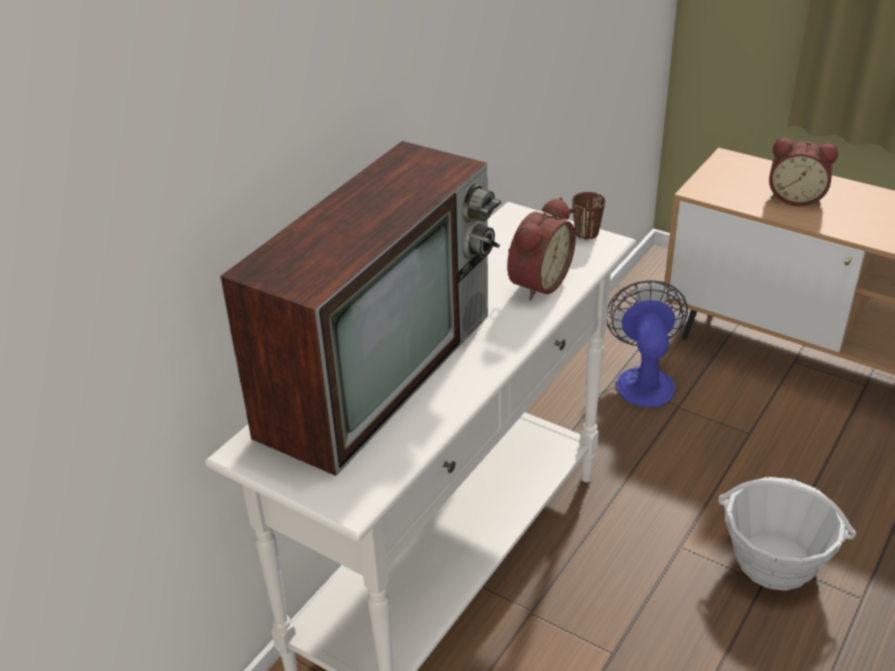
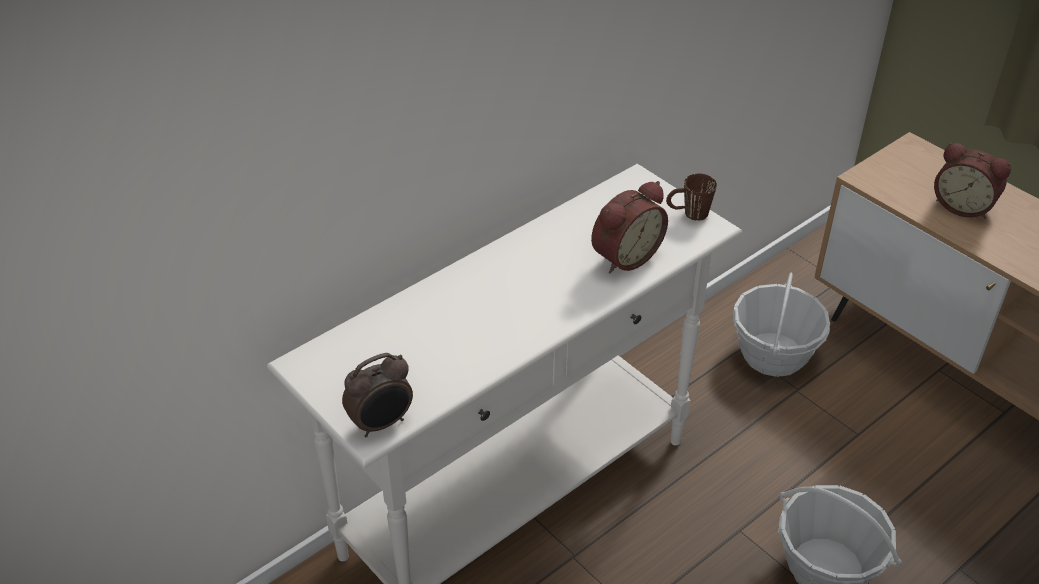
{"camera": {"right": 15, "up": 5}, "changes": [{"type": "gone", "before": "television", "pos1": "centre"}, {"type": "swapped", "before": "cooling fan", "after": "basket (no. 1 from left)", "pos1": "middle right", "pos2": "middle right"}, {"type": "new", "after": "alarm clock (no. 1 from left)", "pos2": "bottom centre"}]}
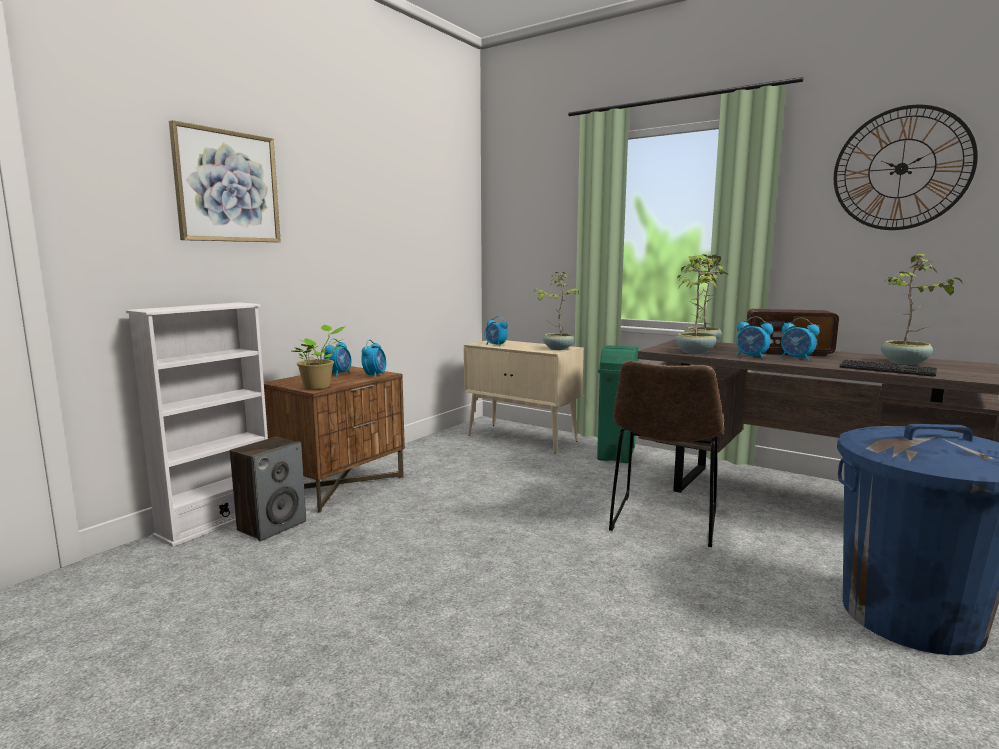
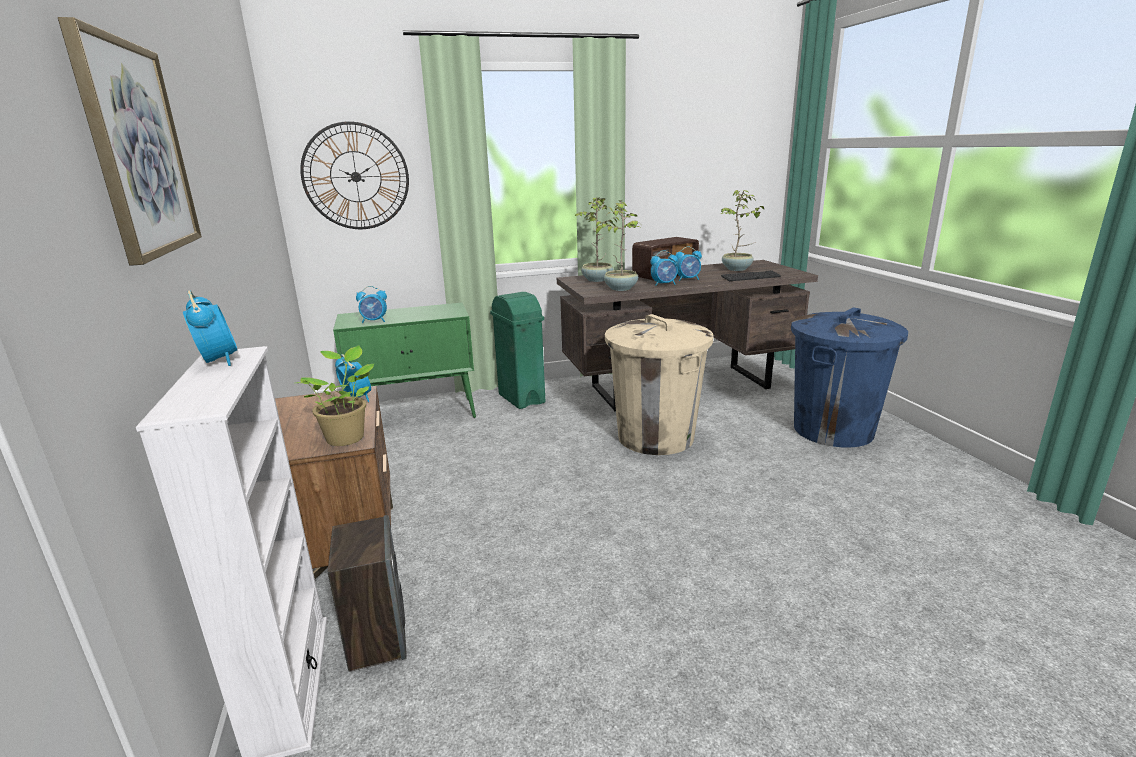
{"camera": {"right": -50, "up": 10}, "changes": [{"type": "shifted", "before": "clock on the wall", "pos1": "top right", "pos2": "top left"}, {"type": "gone", "before": "houseplant (no. 2 from left)", "pos1": "centre"}, {"type": "shifted", "before": "alarm clock (no. 1 from left)", "pos1": "centre", "pos2": "middle left"}, {"type": "repainted", "before": "storage cabinet/sand-coloured", "after": "storage cabinet/green-coloured", "pos1": "centre", "pos2": "centre"}, {"type": "swapped", "before": "plain chair/brownish", "after": "trash can/sand-coloured", "pos1": "middle right", "pos2": "centre"}]}
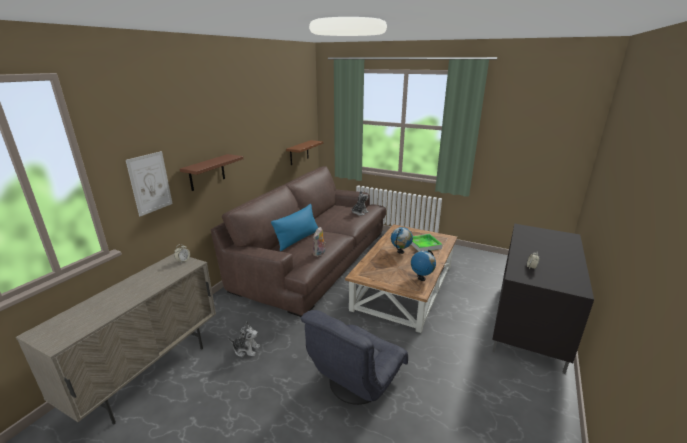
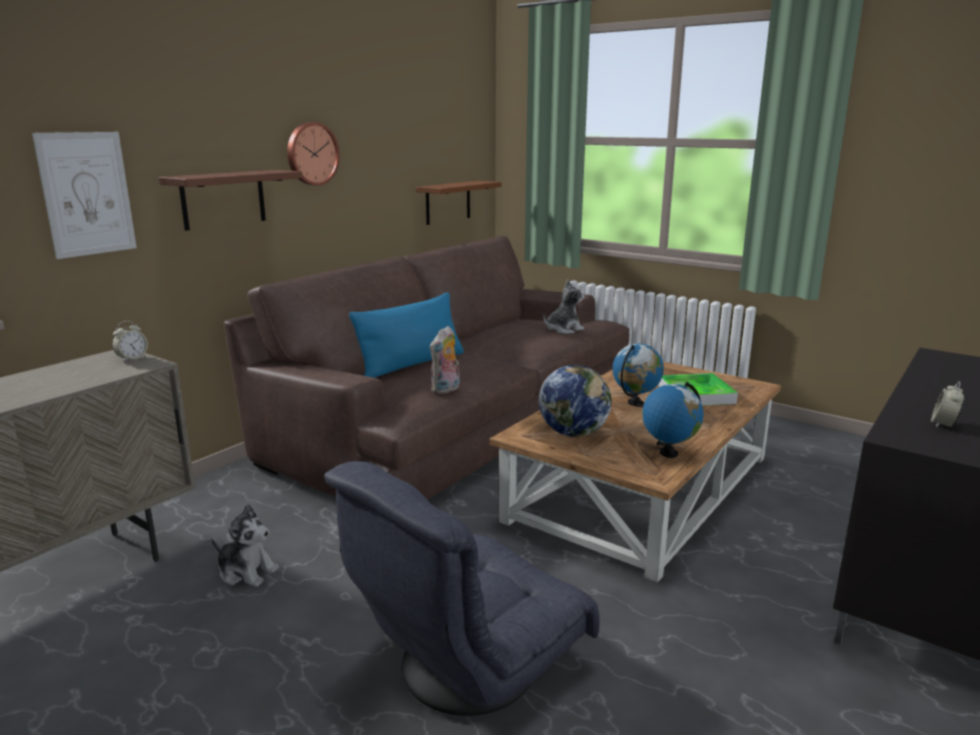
{"camera": {"right": 10, "up": -5}, "changes": [{"type": "new", "after": "clock on the wall", "pos2": "top left"}, {"type": "new", "after": "world globe (no. 1 from left)", "pos2": "centre"}]}
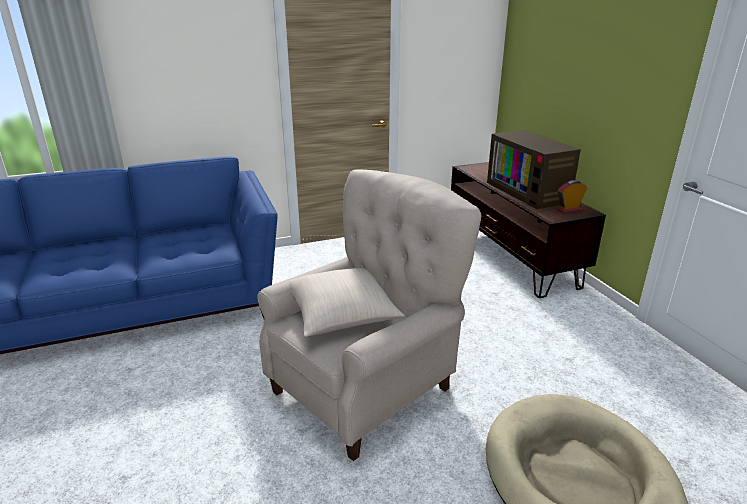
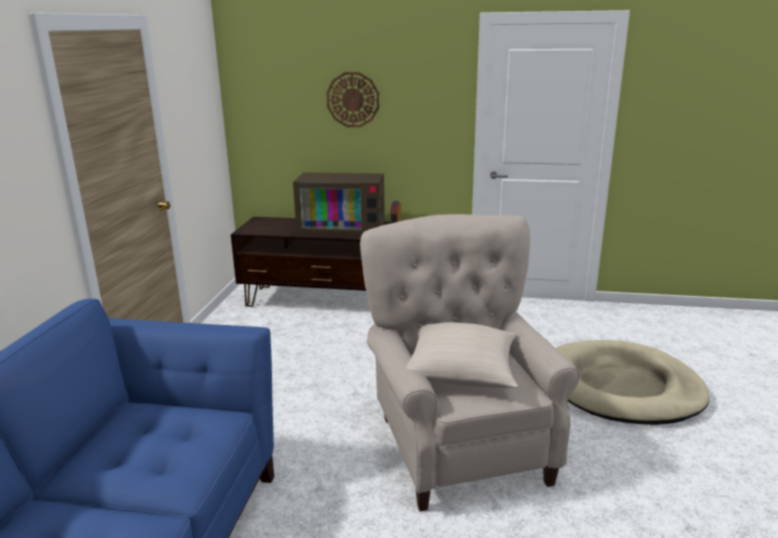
{"camera": {"right": -60, "up": -5}, "changes": [{"type": "new", "after": "clock on the wall", "pos2": "top centre"}]}
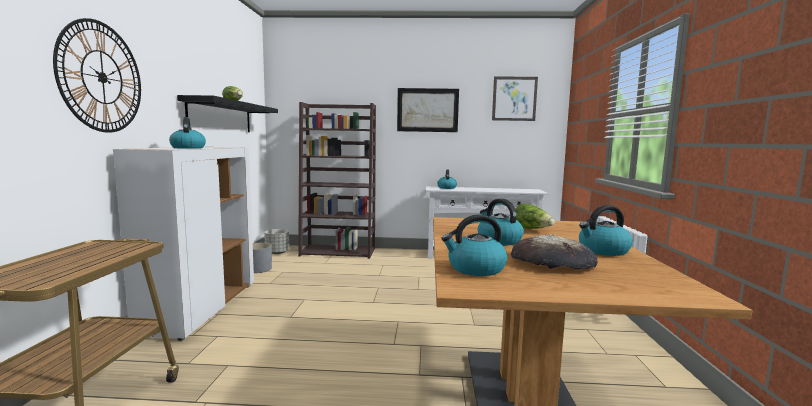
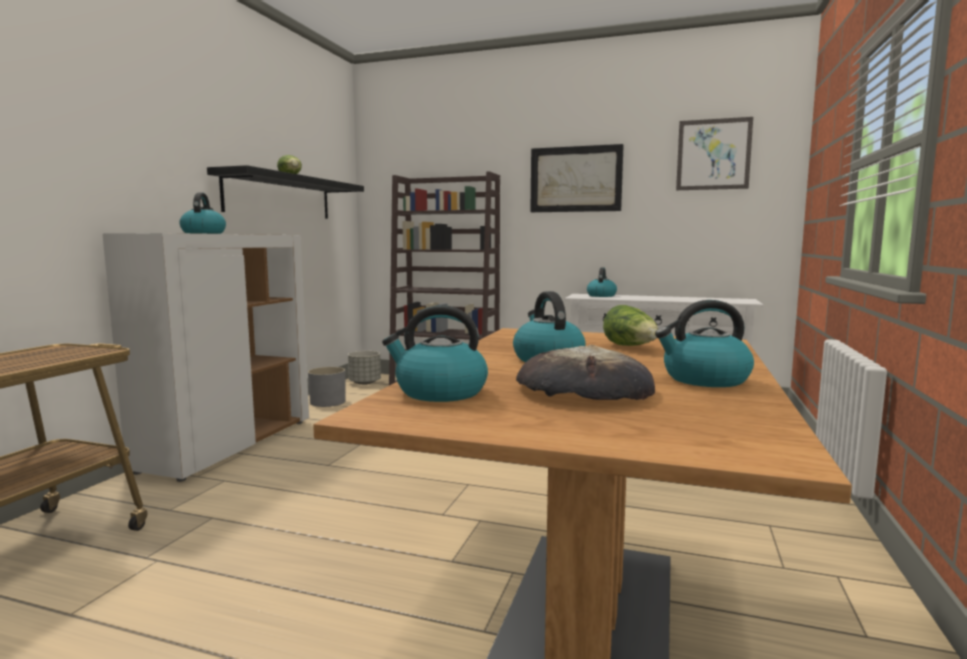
{"camera": {"right": 15, "up": 0}, "changes": [{"type": "gone", "before": "clock on the wall", "pos1": "top left"}]}
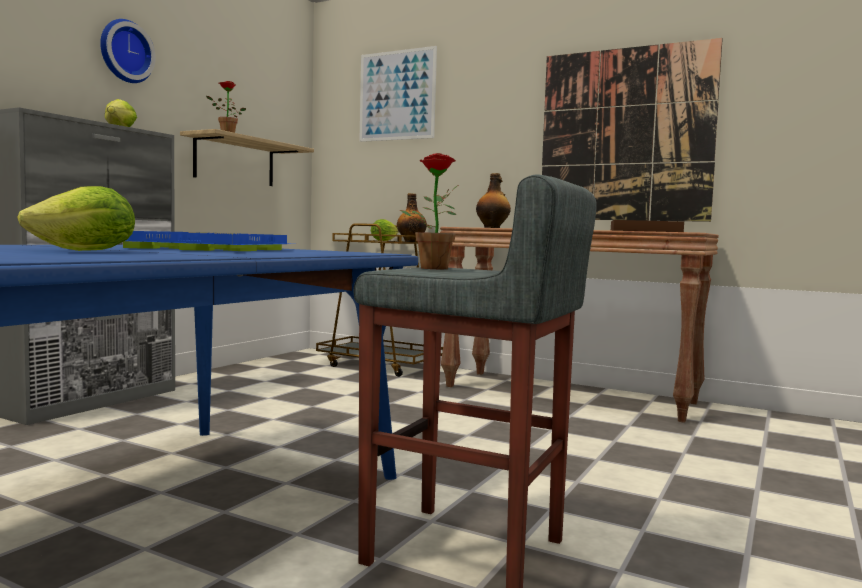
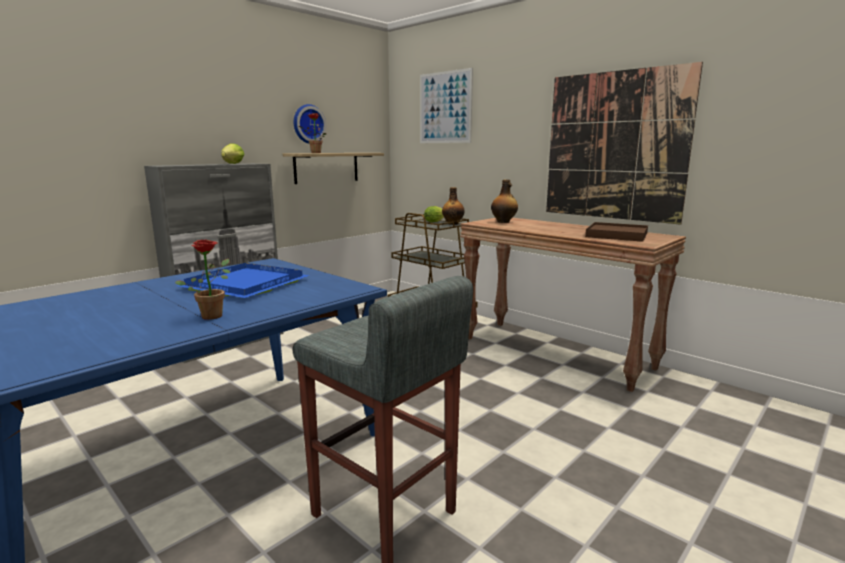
{"camera": {"right": 15, "up": 10}, "changes": [{"type": "shifted", "before": "clock on the wall", "pos1": "top left", "pos2": "top centre"}, {"type": "shifted", "before": "houseplant (no. 2 from left in the first image)", "after": "houseplant (no. 1 from left)", "pos1": "centre", "pos2": "middle left"}, {"type": "gone", "before": "head of lettuce (no. 1 from left)", "pos1": "middle left"}]}
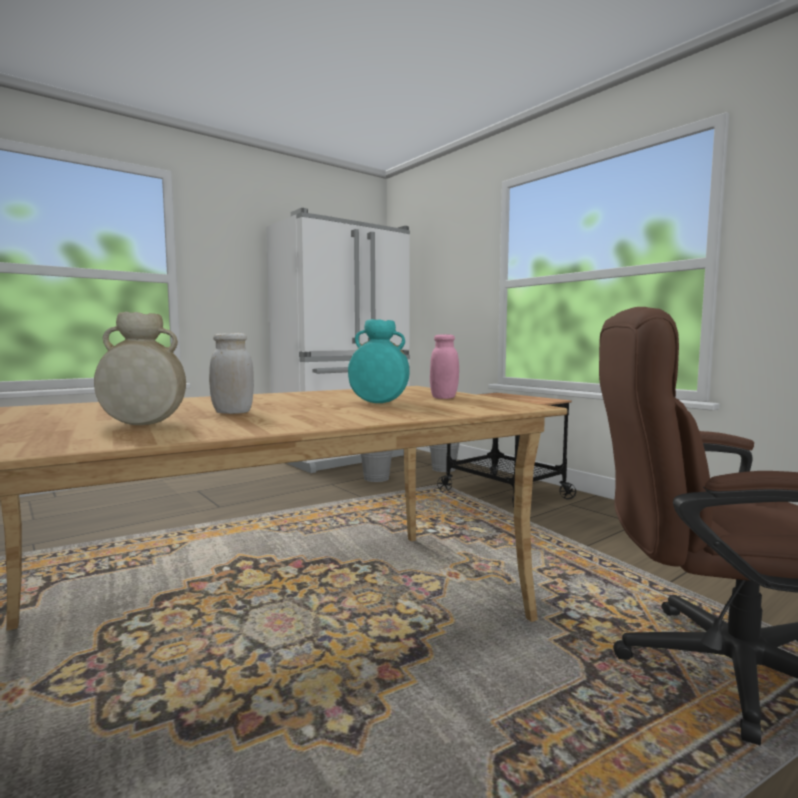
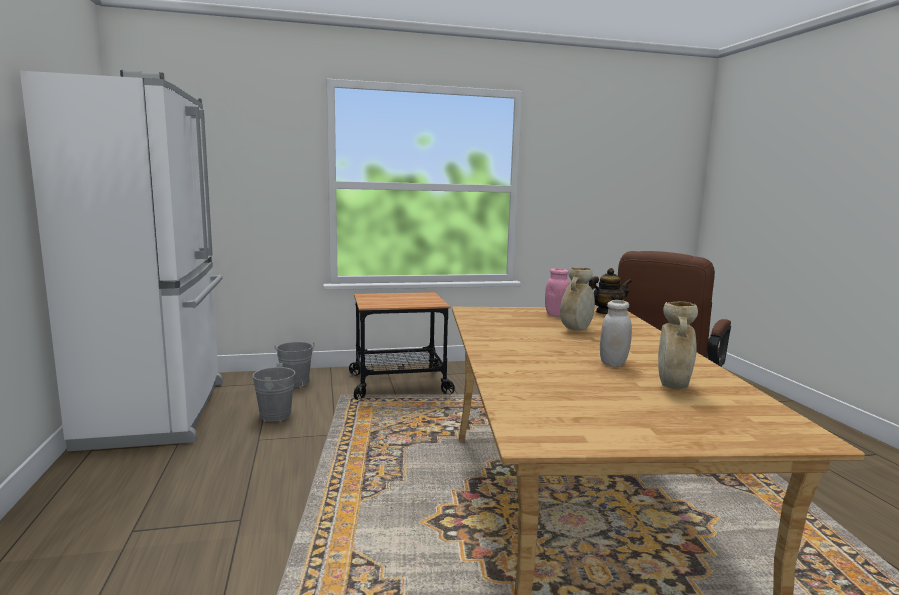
{"camera": {"right": -65, "up": 5}, "changes": [{"type": "repainted", "before": "flower vase/blue-green", "after": "flower vase/sand-coloured (no. 1 from left)", "pos1": "centre", "pos2": "centre"}, {"type": "new", "after": "pot for tea", "pos2": "middle right"}]}
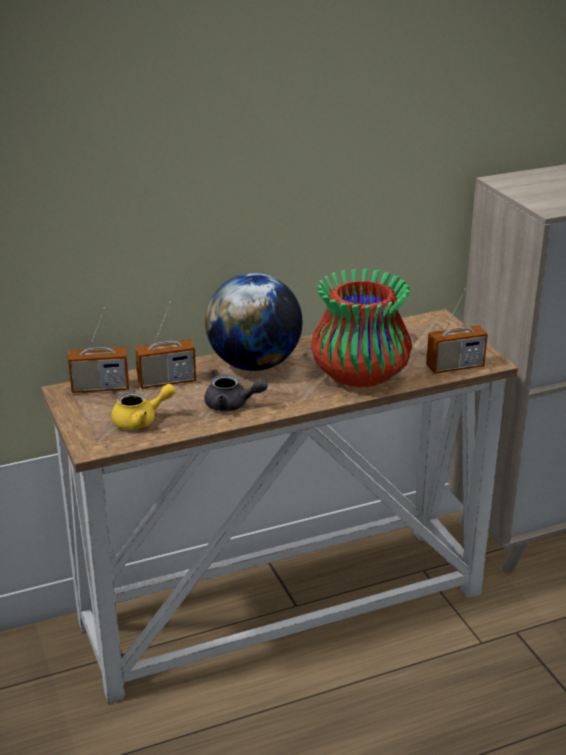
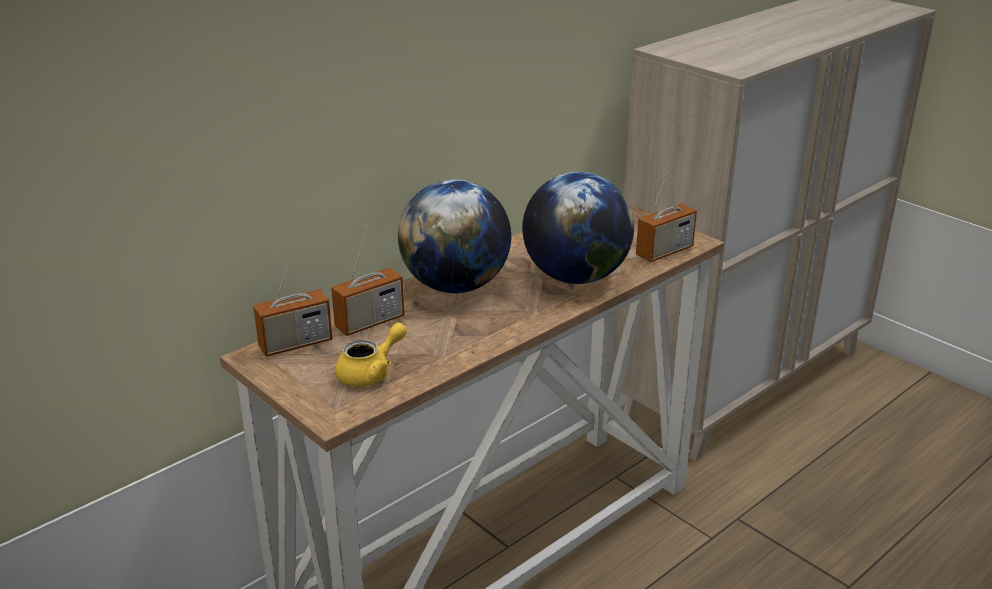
{"camera": {"right": -20, "up": 0}, "changes": [{"type": "swapped", "before": "flower vase", "after": "world globe (no. 2 from left)", "pos1": "centre", "pos2": "centre"}, {"type": "gone", "before": "pot for tea/greyish", "pos1": "centre"}]}
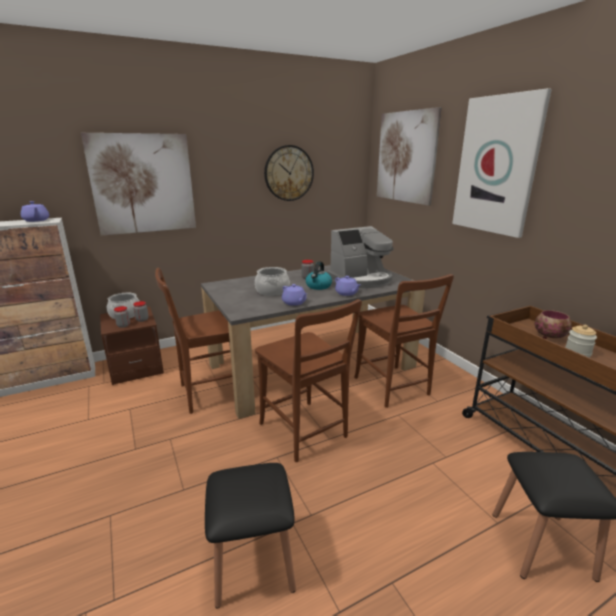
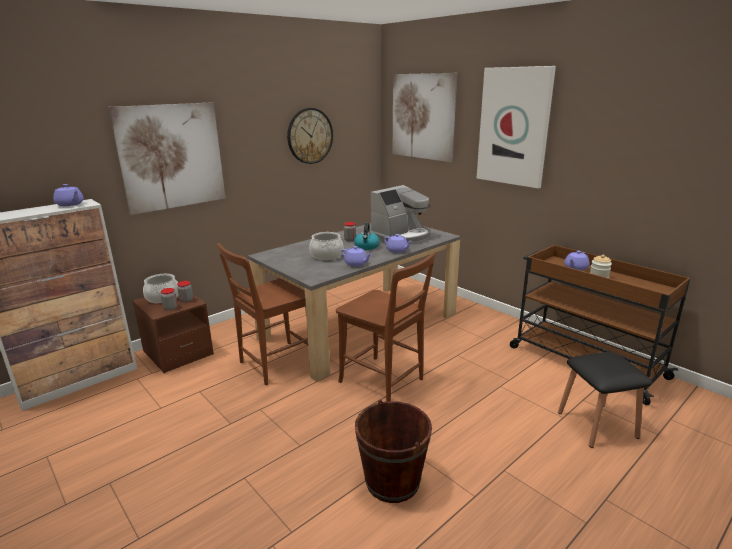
{"camera": {"right": -15, "up": 0}, "changes": [{"type": "gone", "before": "plain chair/brownish (no. 3 from left)", "pos1": "centre"}, {"type": "swapped", "before": "deep dish", "after": "pot for tea/purple (no. 4 from left)", "pos1": "middle right", "pos2": "middle right"}, {"type": "swapped", "before": "stool/blackish (no. 1 from left)", "after": "pail/brownish", "pos1": "bottom centre", "pos2": "bottom centre"}]}
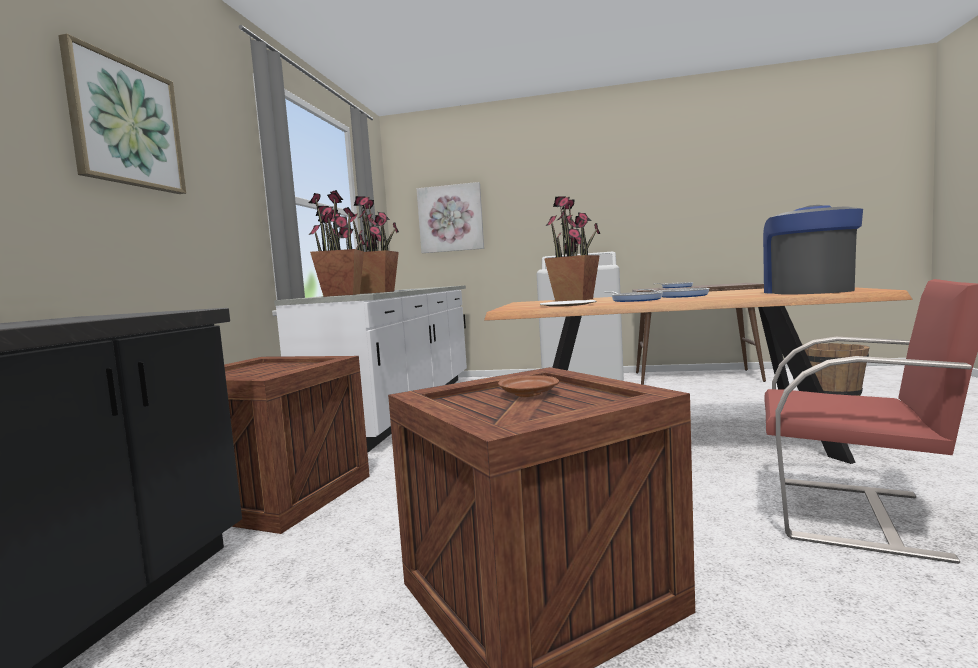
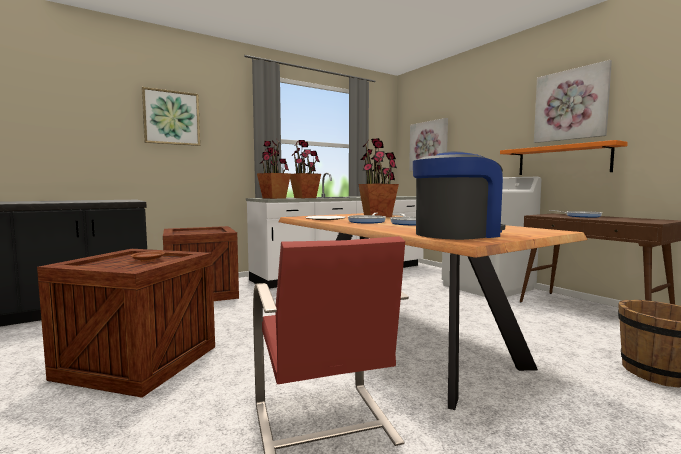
{"camera": {"right": 45, "up": 0}, "changes": [{"type": "new", "after": "wall picture (no. 3 from left)", "pos2": "top right"}, {"type": "new", "after": "wall shelf/orange-coloured", "pos2": "middle right"}]}
